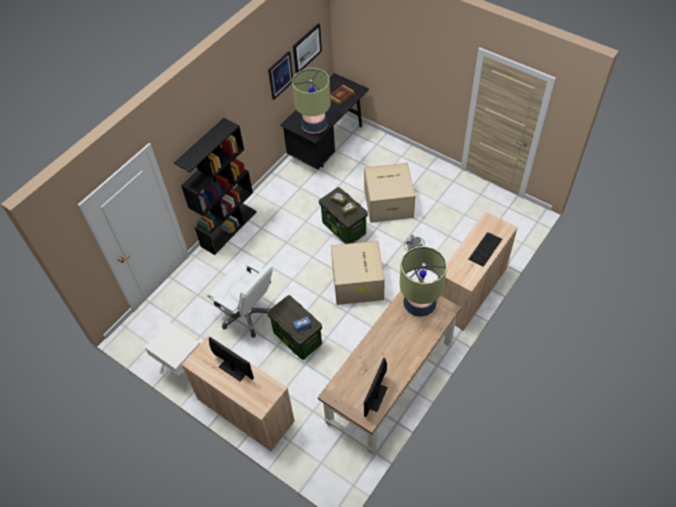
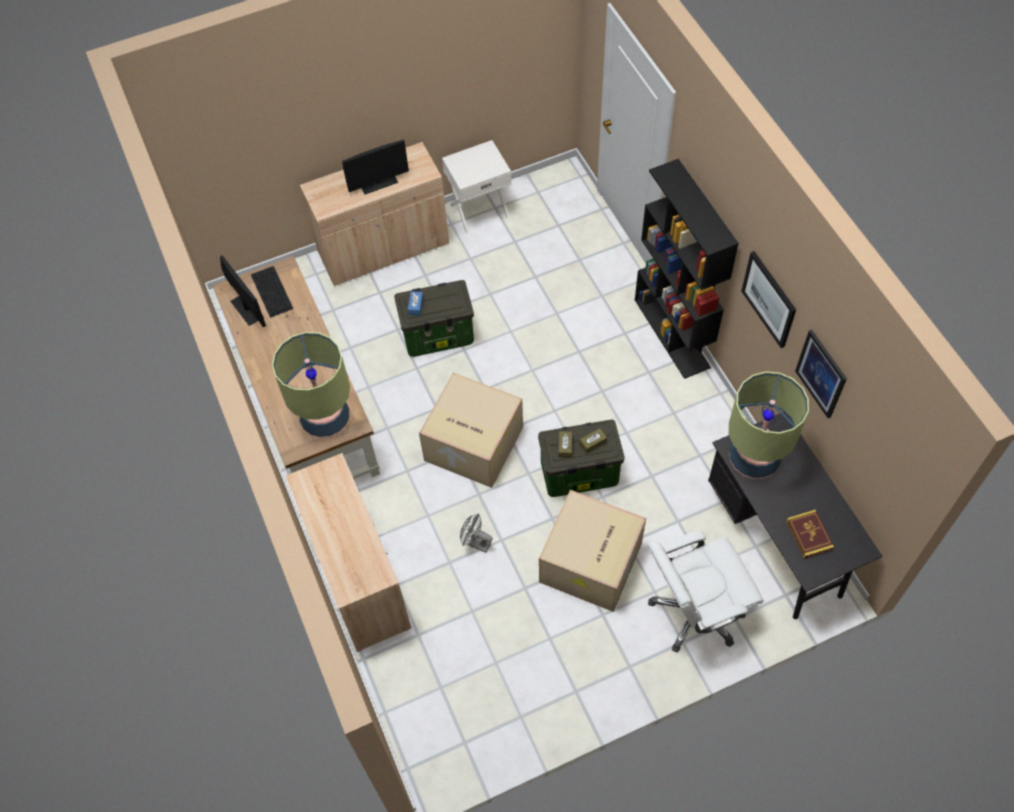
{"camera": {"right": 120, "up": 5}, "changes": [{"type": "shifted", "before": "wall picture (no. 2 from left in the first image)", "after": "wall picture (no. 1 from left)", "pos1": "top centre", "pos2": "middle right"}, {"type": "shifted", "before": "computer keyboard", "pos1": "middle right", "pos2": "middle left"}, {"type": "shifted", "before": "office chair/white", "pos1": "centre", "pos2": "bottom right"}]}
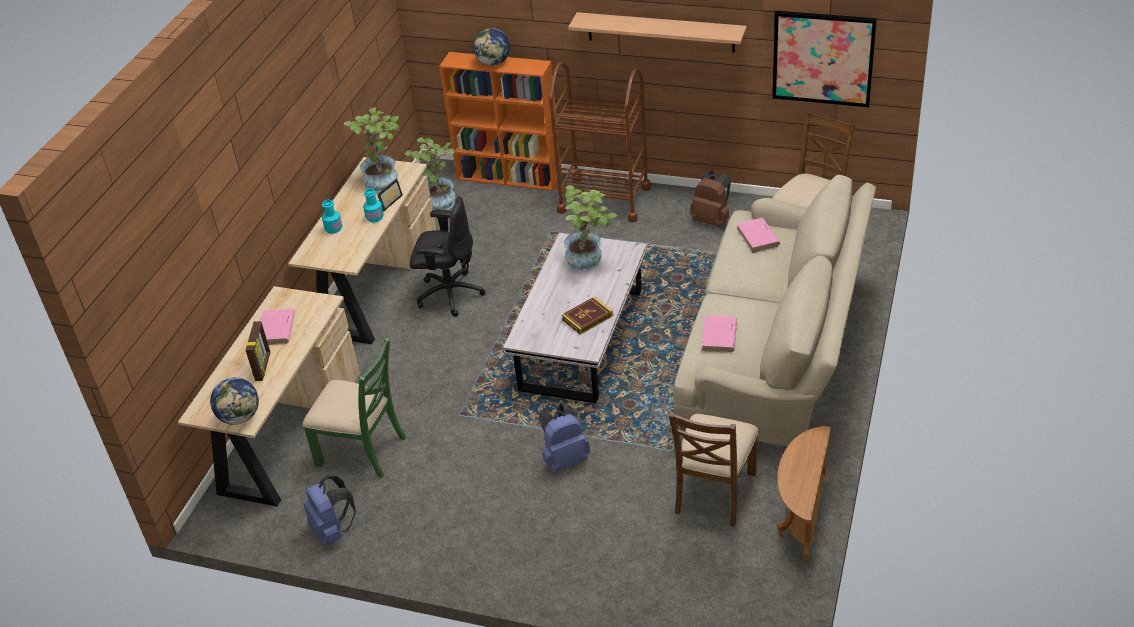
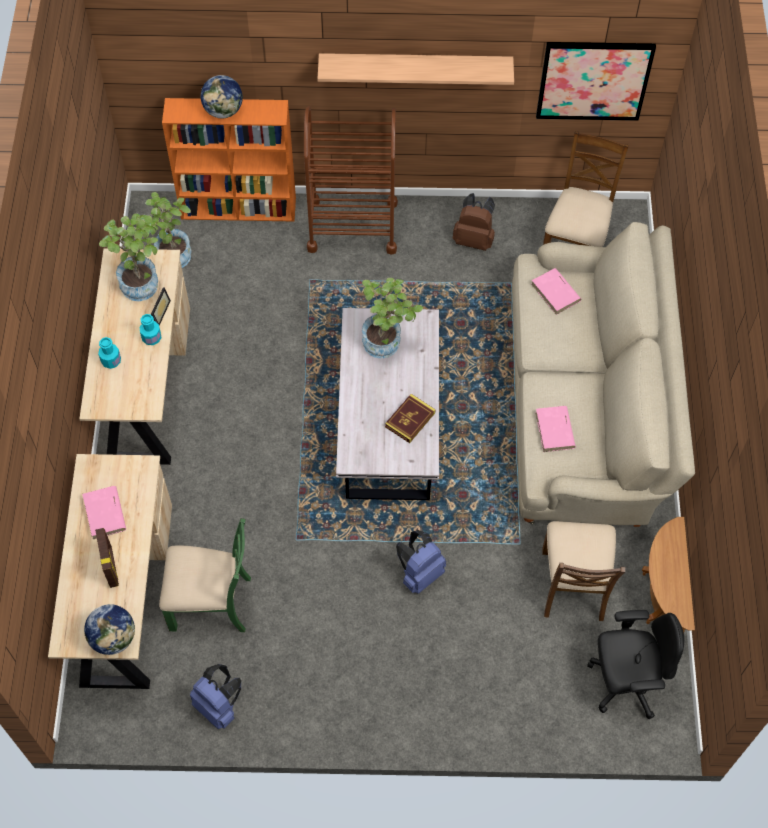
{"camera": {"right": -20, "up": 20}, "changes": [{"type": "shifted", "before": "office chair/blackish", "pos1": "centre", "pos2": "bottom right"}]}
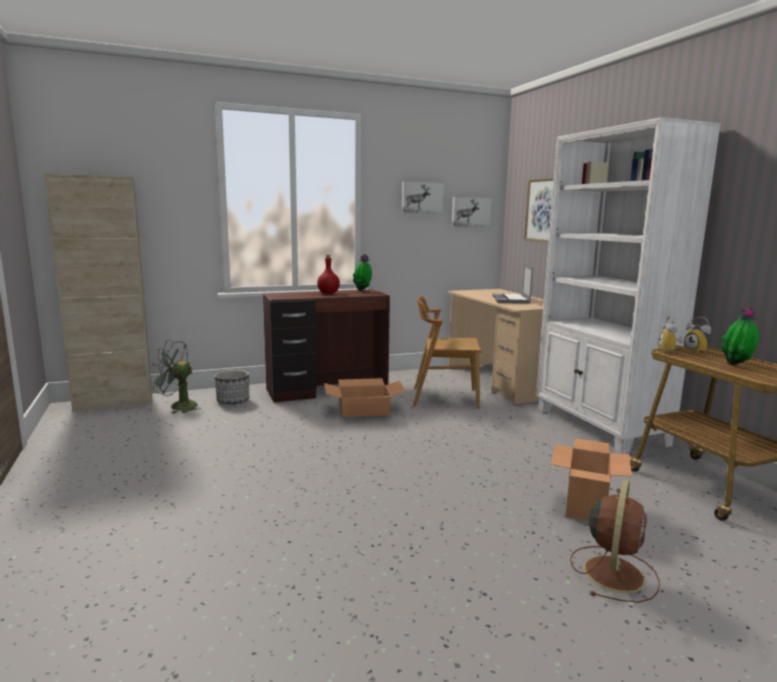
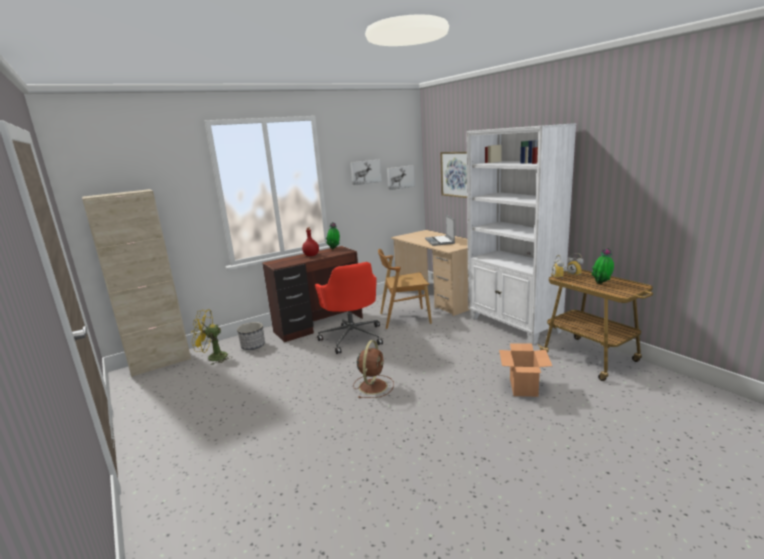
{"camera": {"right": -10, "up": 5}, "changes": [{"type": "repainted", "before": "cooling fan/greyish", "after": "cooling fan/yellow", "pos1": "middle left", "pos2": "middle left"}, {"type": "swapped", "before": "packing box (no. 1 from left)", "after": "office chair/reddish", "pos1": "centre", "pos2": "centre"}, {"type": "shifted", "before": "cooling fan/brownish", "pos1": "bottom right", "pos2": "centre"}]}
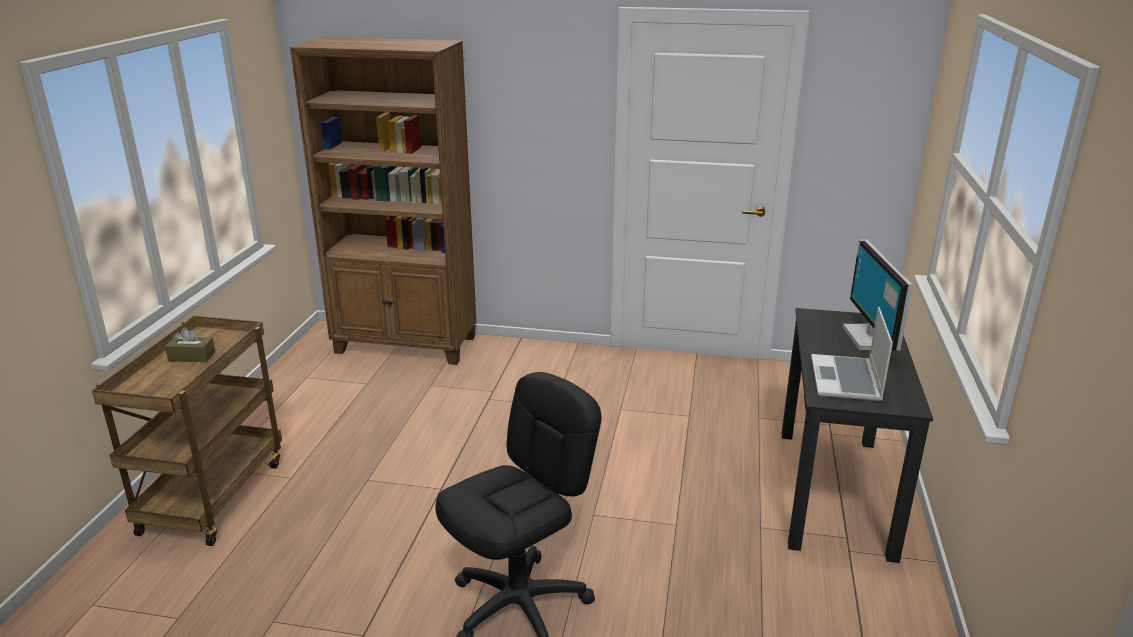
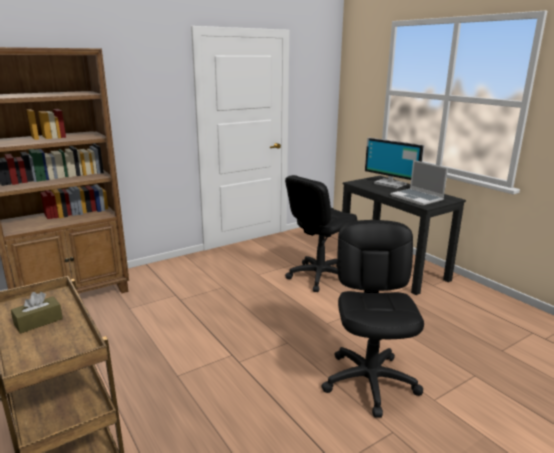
{"camera": {"right": -45, "up": -5}, "changes": [{"type": "new", "after": "office chair/blackish (no. 1 from left)", "pos2": "centre"}]}
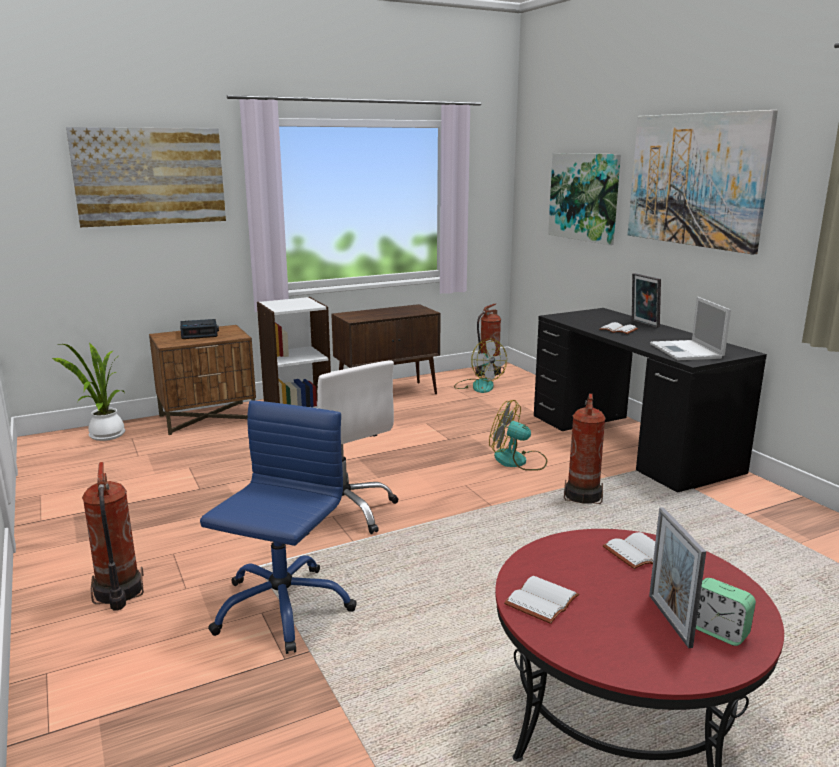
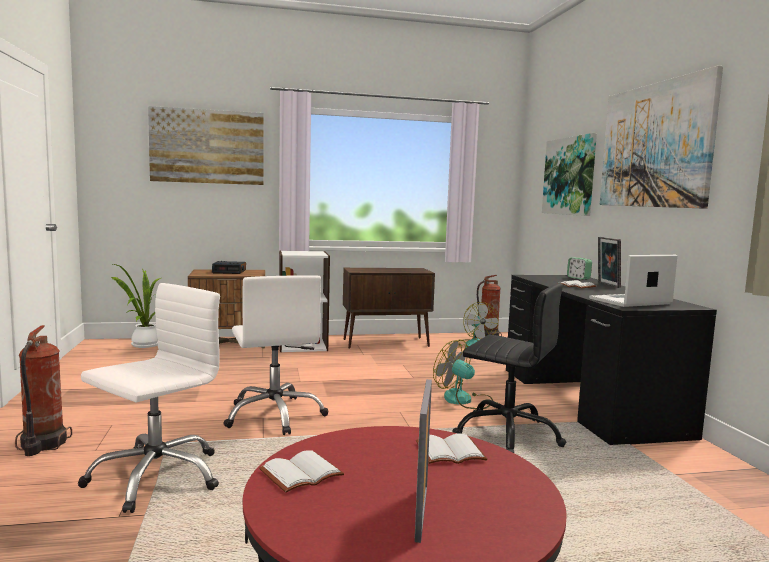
{"camera": {"right": 15, "up": -10}, "changes": [{"type": "rotated", "before": "laptop", "pos1": "middle right", "pos2": "middle right", "turn": 60}, {"type": "swapped", "before": "extinguisher (no. 3 from left)", "after": "office chair/blackish", "pos1": "middle right", "pos2": "centre"}, {"type": "repainted", "before": "office chair/blue", "after": "office chair/white (no. 1 from left)", "pos1": "bottom left", "pos2": "bottom left"}, {"type": "shifted", "before": "alarm clock (no. 2 from left)", "pos1": "bottom right", "pos2": "middle right"}]}
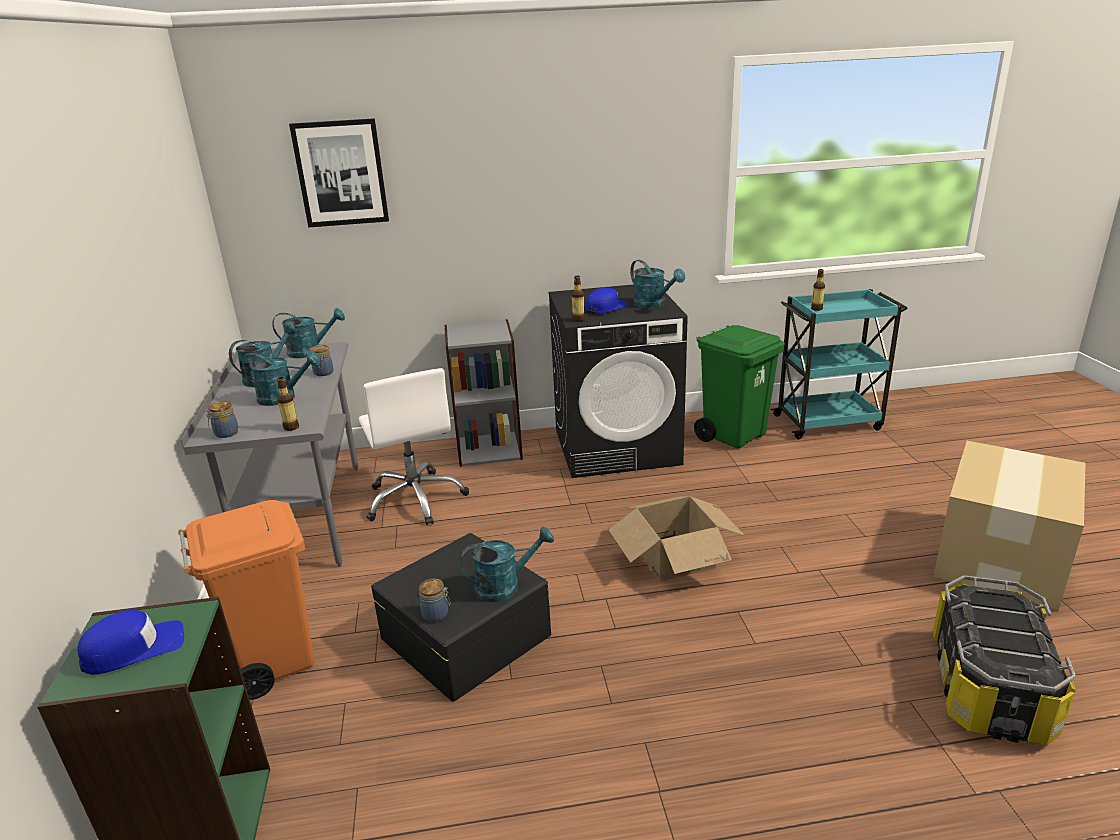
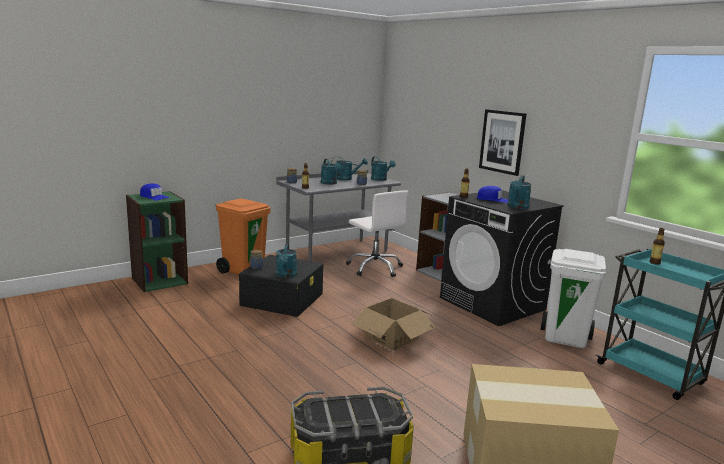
{"camera": {"right": 60, "up": -10}, "changes": [{"type": "shifted", "before": "wall picture", "pos1": "top left", "pos2": "top right"}, {"type": "repainted", "before": "trash can/green-coloured", "after": "trash can/white", "pos1": "centre", "pos2": "middle right"}, {"type": "rotated", "before": "office chair/white", "pos1": "centre", "pos2": "centre", "turn": -75}, {"type": "rotated", "before": "watering pot/blue-green (no. 4 from left in the first image)", "pos1": "bottom centre", "pos2": "centre", "turn": 45}]}
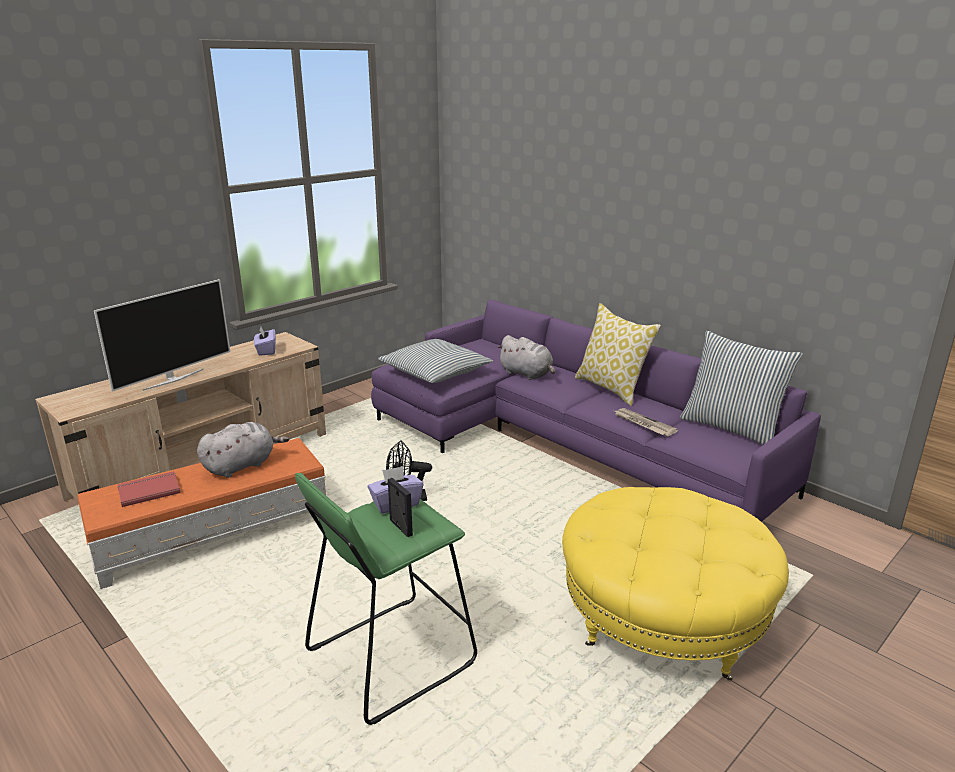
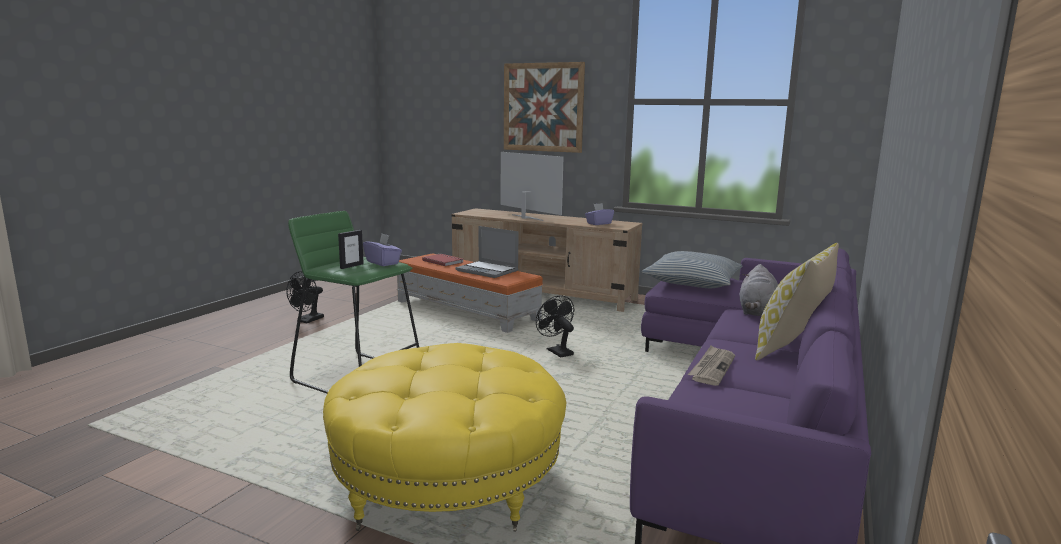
{"camera": {"right": 70, "up": -10}, "changes": [{"type": "rotated", "before": "television", "pos1": "middle left", "pos2": "centre", "turn": -150}, {"type": "gone", "before": "throw pillow (no. 3 from left)", "pos1": "middle right"}, {"type": "swapped", "before": "cuddly toy/greyish (no. 1 from left)", "after": "laptop", "pos1": "middle left", "pos2": "centre"}, {"type": "new", "after": "wall picture", "pos2": "top centre"}, {"type": "new", "after": "cooling fan/blackish (no. 1 from left)", "pos2": "middle left"}]}
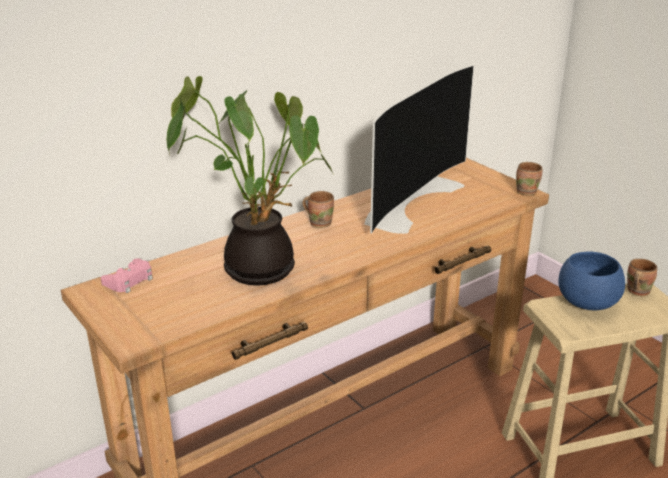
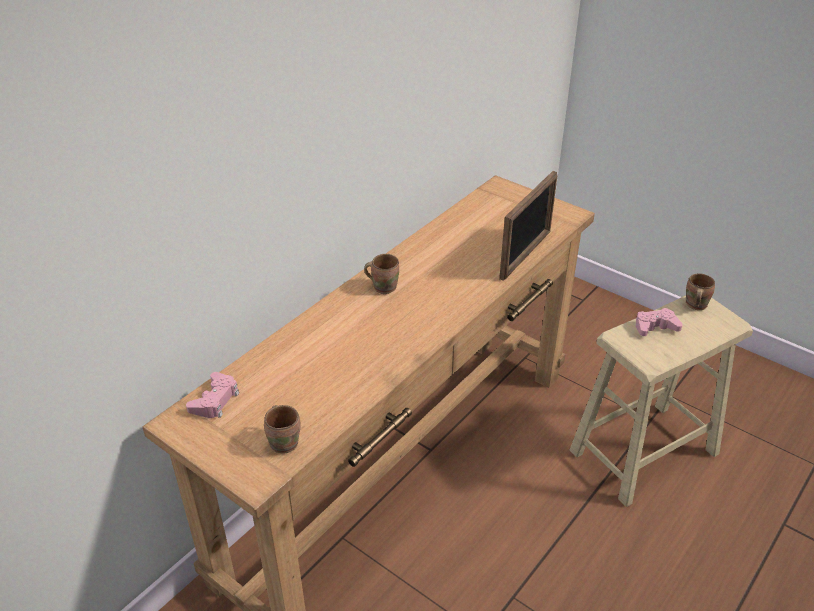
{"camera": {"right": -15, "up": 10}, "changes": [{"type": "gone", "before": "television", "pos1": "top centre"}, {"type": "gone", "before": "houseplant", "pos1": "centre"}, {"type": "shifted", "before": "tea mug/brownish (no. 2 from left in the first image)", "after": "tea mug/brownish (no. 1 from left)", "pos1": "middle right", "pos2": "bottom centre"}, {"type": "swapped", "before": "deep dish/blue", "after": "gamepad/pinkish (no. 2 from left)", "pos1": "middle right", "pos2": "middle right"}, {"type": "new", "after": "standing frame", "pos2": "centre"}]}
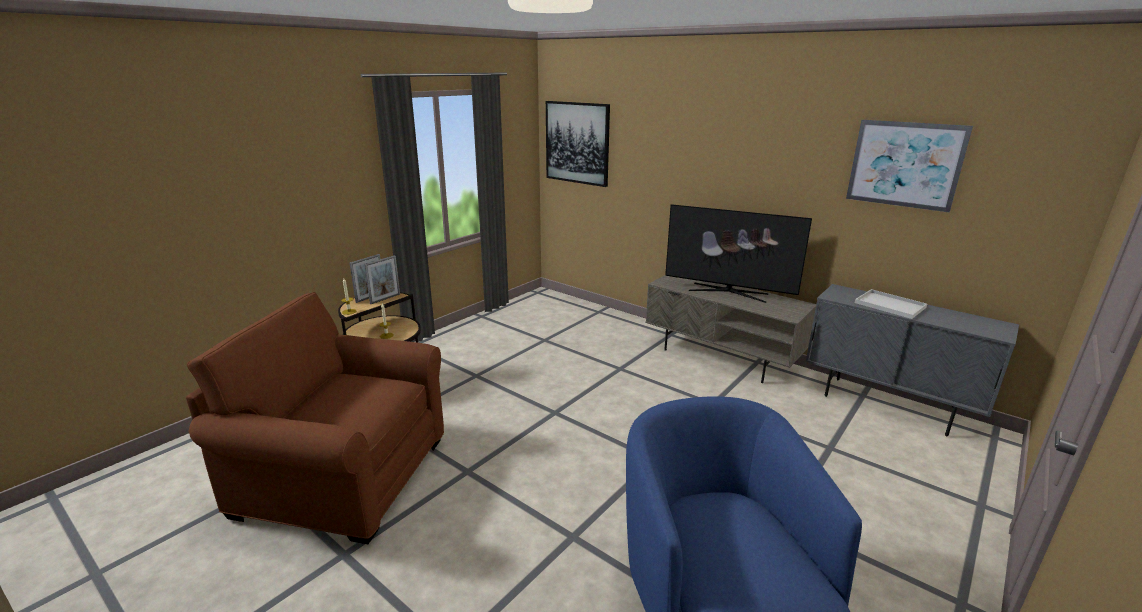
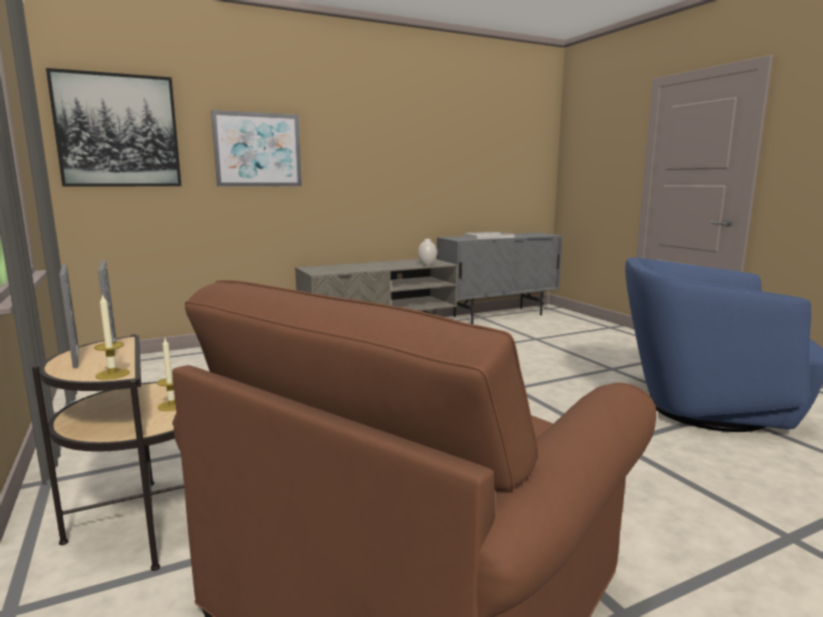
{"camera": {"right": -65, "up": -10}, "changes": [{"type": "shifted", "before": "wall picture (no. 2 from left)", "pos1": "top right", "pos2": "top left"}, {"type": "gone", "before": "television", "pos1": "centre"}, {"type": "new", "after": "flower vase/white", "pos2": "centre"}]}
